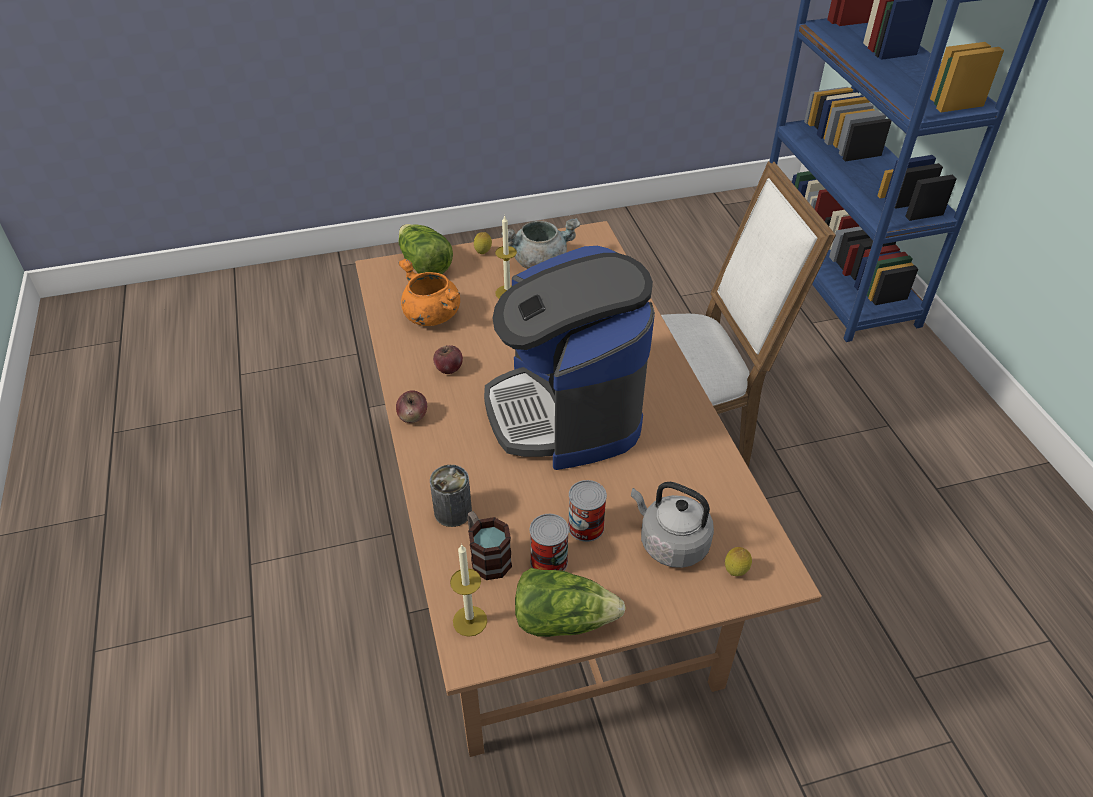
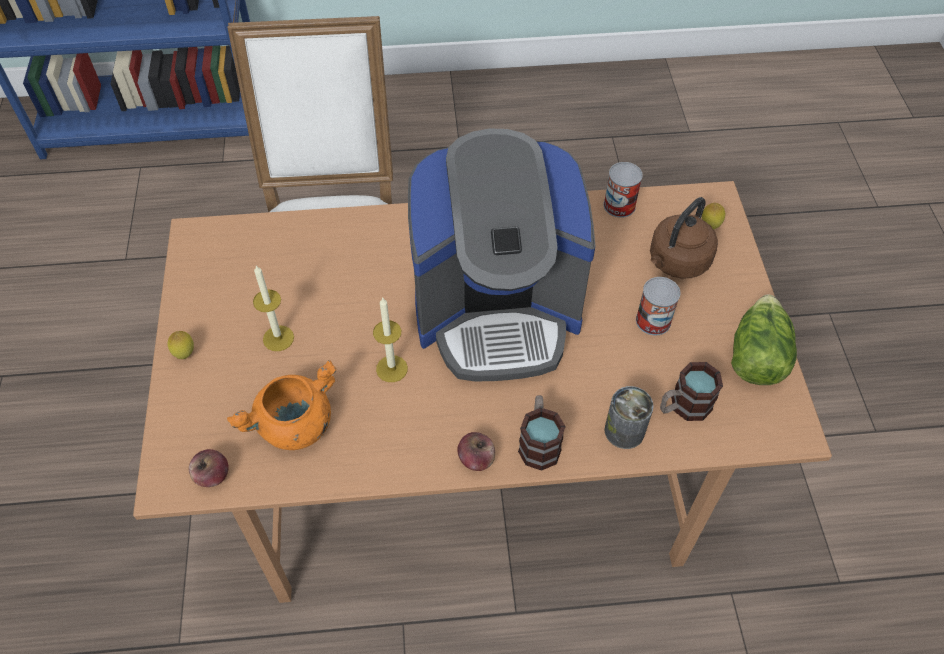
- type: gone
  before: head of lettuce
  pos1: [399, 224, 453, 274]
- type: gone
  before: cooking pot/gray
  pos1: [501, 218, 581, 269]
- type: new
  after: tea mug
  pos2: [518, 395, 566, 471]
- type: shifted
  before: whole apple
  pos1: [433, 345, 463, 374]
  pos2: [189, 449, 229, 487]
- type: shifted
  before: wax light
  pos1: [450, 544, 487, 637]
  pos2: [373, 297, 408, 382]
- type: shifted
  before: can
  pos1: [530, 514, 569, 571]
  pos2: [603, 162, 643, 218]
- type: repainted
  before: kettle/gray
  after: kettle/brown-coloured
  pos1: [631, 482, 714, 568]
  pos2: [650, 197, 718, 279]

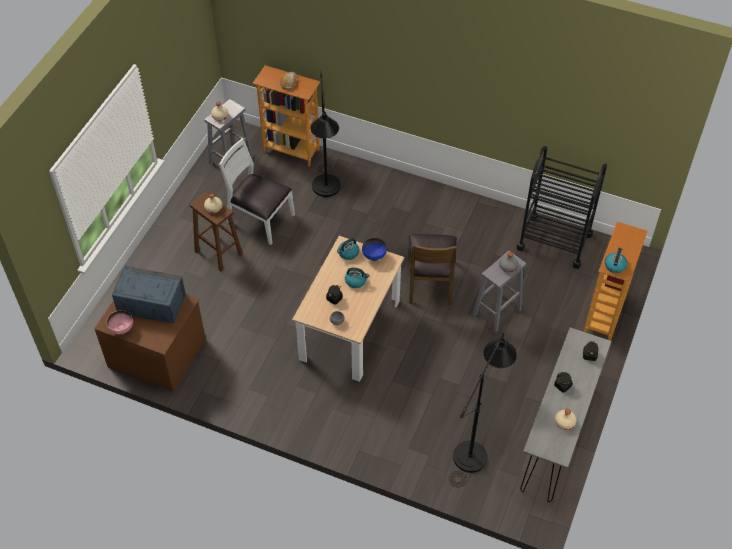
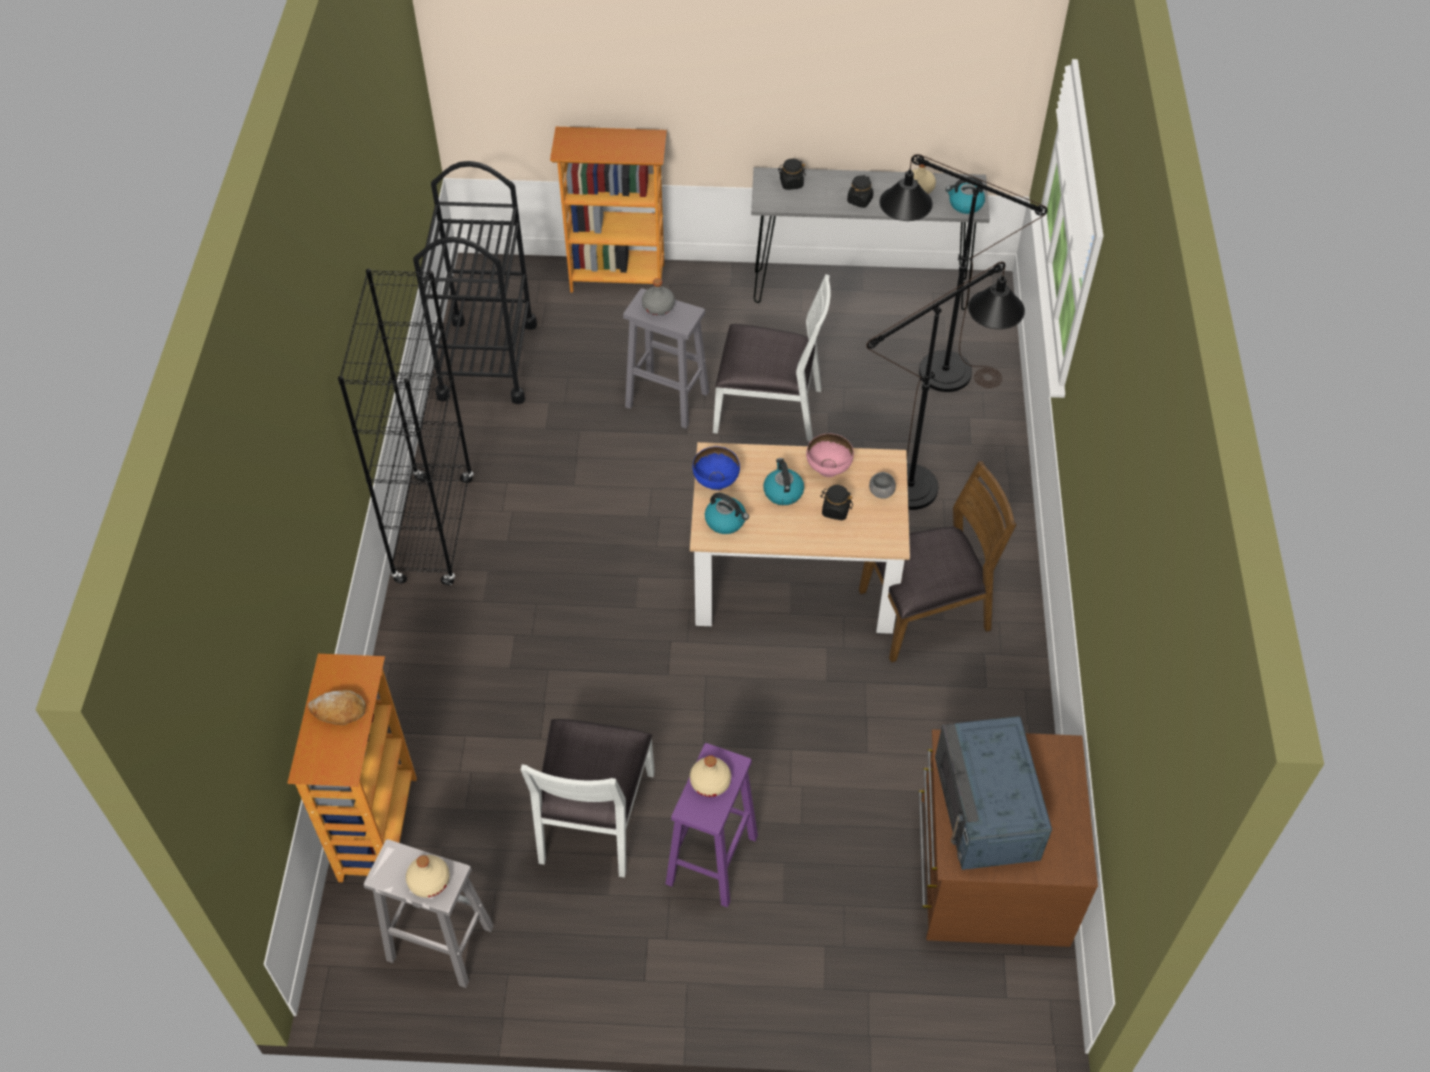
- type: new
  after: bookcase/black
  pos2: [338, 269, 474, 585]
- type: new
  after: plain chair/white-coloured
  pos2: [713, 274, 831, 442]
- type: shifted
  before: serving bowl/pinkish
  pos1: [107, 310, 133, 334]
  pos2: [806, 434, 854, 477]
- type: shifted
  before: standard lamp/black
  pos1: [310, 71, 341, 197]
  pos2: [866, 262, 1025, 510]
- type: shifted
  before: plain chair/brown-coloured
  pos1: [408, 234, 457, 305]
  pos2: [859, 461, 1017, 663]
- type: shifted
  before: kettle
  pos1: [605, 247, 627, 273]
  pos2: [945, 177, 985, 214]
- type: repainted
  before: sitting stool/brown-coloured
  after: sitting stool/purplish
  pos1: [190, 192, 243, 272]
  pos2: [666, 743, 758, 908]

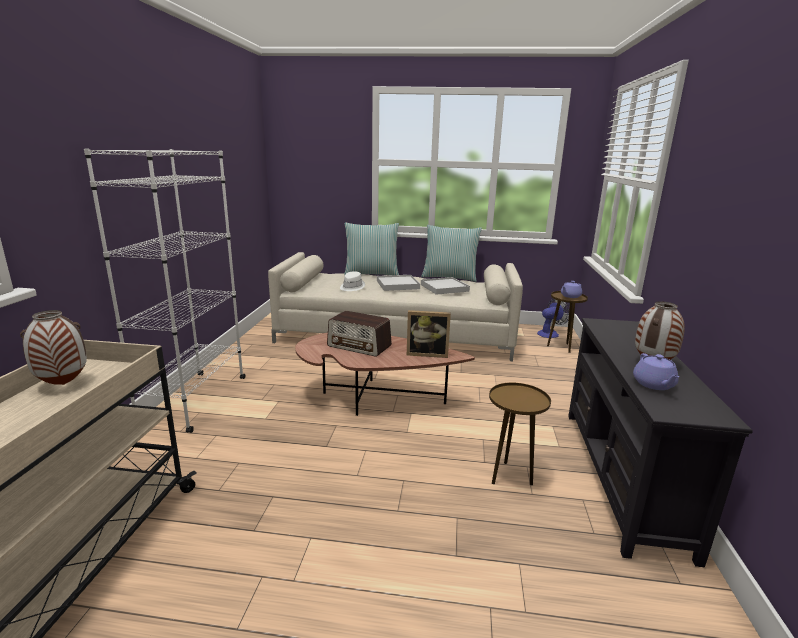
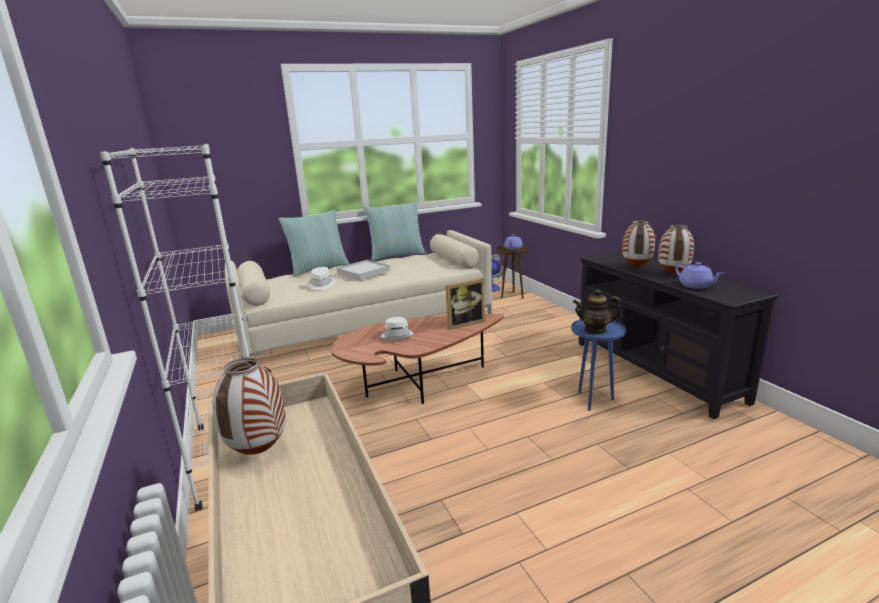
- type: gone
  before: tray/white-coloured
  pos1: [421, 277, 470, 295]
- type: new
  after: pot for tea
  pos2: [573, 289, 622, 335]
- type: new
  after: flower vase
  pos2: [622, 220, 655, 267]
- type: swapped
  before: radio
  after: hat/white-coloured
  pos1: [327, 311, 392, 357]
  pos2: [381, 317, 414, 340]
- type: repainted
  before: accent table/brown-coloured
  after: accent table/bluish
  pos1: [489, 383, 551, 485]
  pos2: [571, 319, 626, 410]

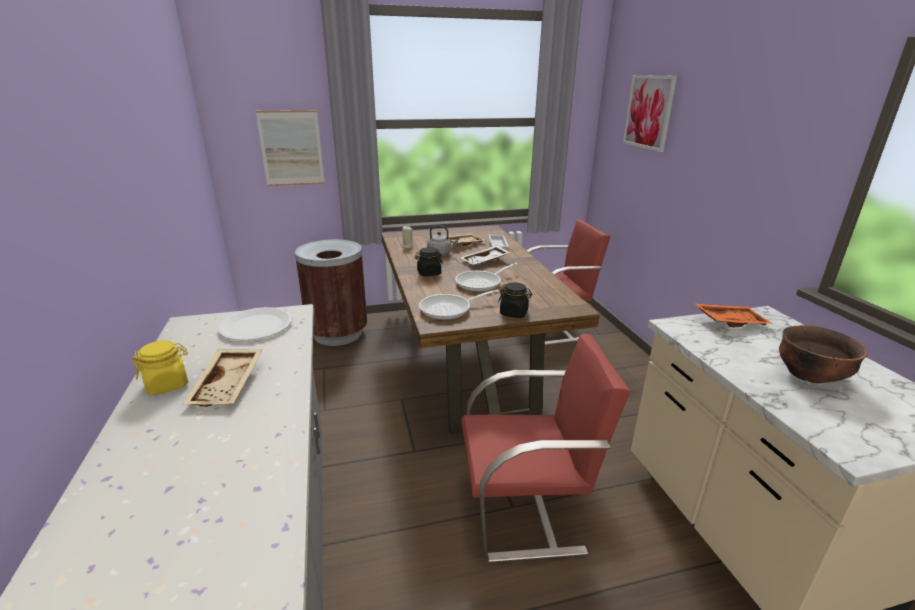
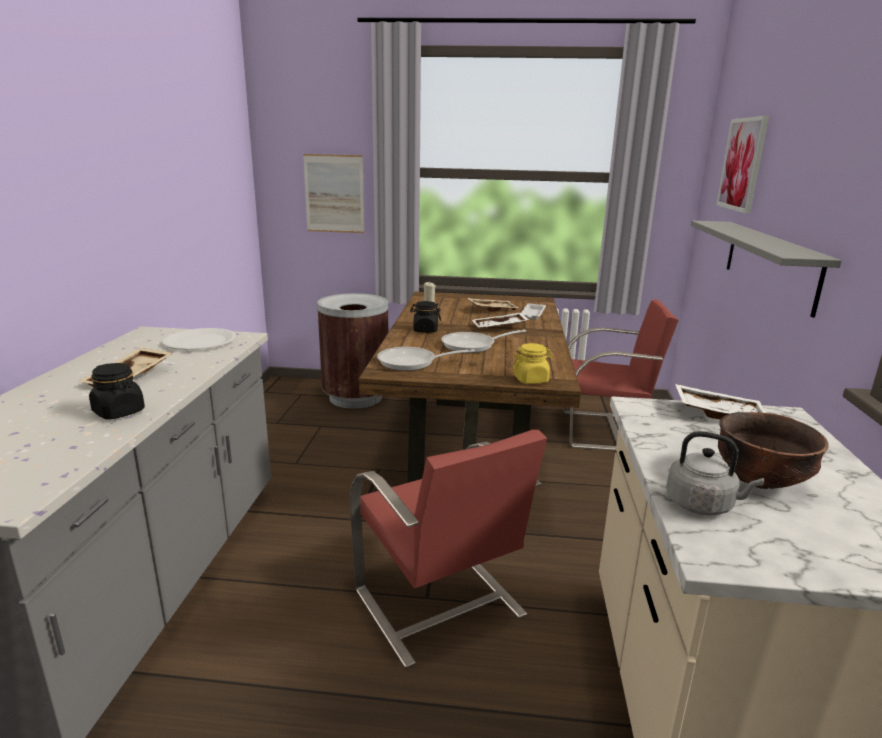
- type: new
  after: shelf/gray
  pos2: [690, 221, 842, 318]
- type: shifted
  before: preserve jar/yellow-coloured
  pos1: [132, 340, 188, 395]
  pos2: [513, 343, 553, 384]
- type: shifted
  before: kettle/gray
  pos1: [427, 225, 458, 256]
  pos2: [666, 431, 764, 515]
- type: shifted
  before: preserve jar/black
  pos1: [498, 283, 532, 318]
  pos2: [89, 363, 145, 420]
- type: repainted
  before: tray/orangey
  after: tray/white-coloured
  pos1: [694, 303, 773, 327]
  pos2: [675, 384, 766, 419]
- type: rotated
  before: plain chair/red-coloured
  pos1: [461, 334, 631, 563]
  pos2: [350, 430, 547, 668]
  turn: 45

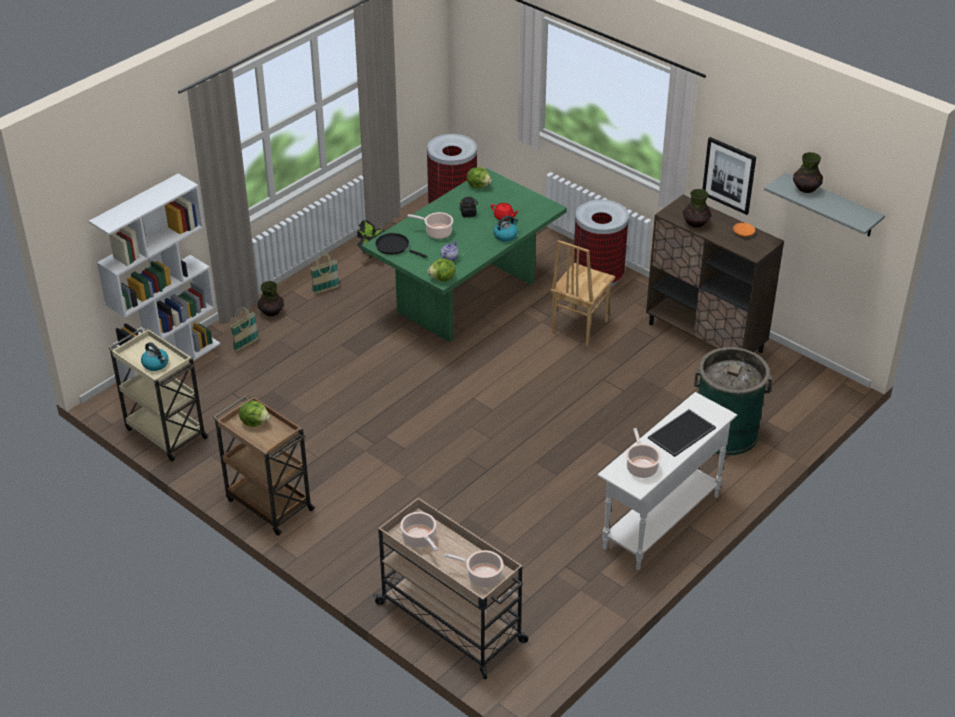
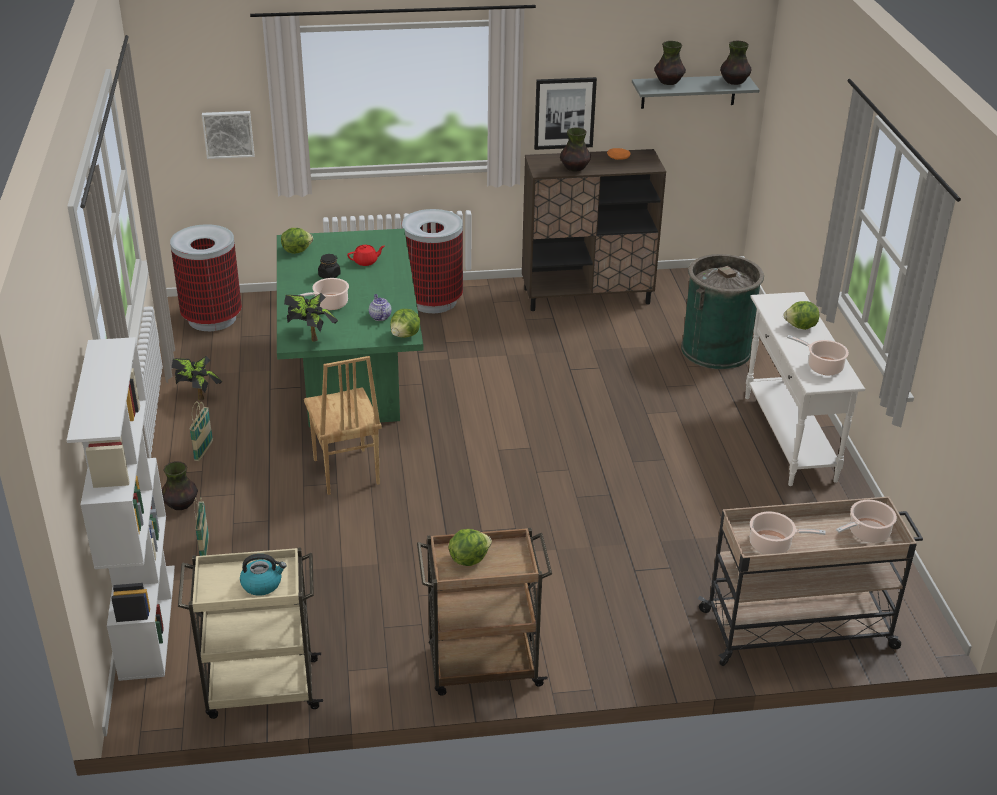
- type: gone
  before: kettle
  pos1: [493, 216, 518, 242]
- type: new
  after: picture
  pos2: [202, 111, 254, 159]
- type: new
  after: flower vase
  pos2: [720, 40, 752, 85]
- type: shifted
  before: plain chair/brown-coloured
  pos1: [550, 240, 615, 346]
  pos2: [304, 356, 382, 495]
- type: swapped
  before: pan/black
  after: potted plant
  pos1: [375, 233, 428, 258]
  pos2: [284, 293, 339, 342]
- type: swapped
  before: tray
  after: head of lettuce
  pos1: [648, 409, 716, 457]
  pos2: [784, 301, 819, 330]

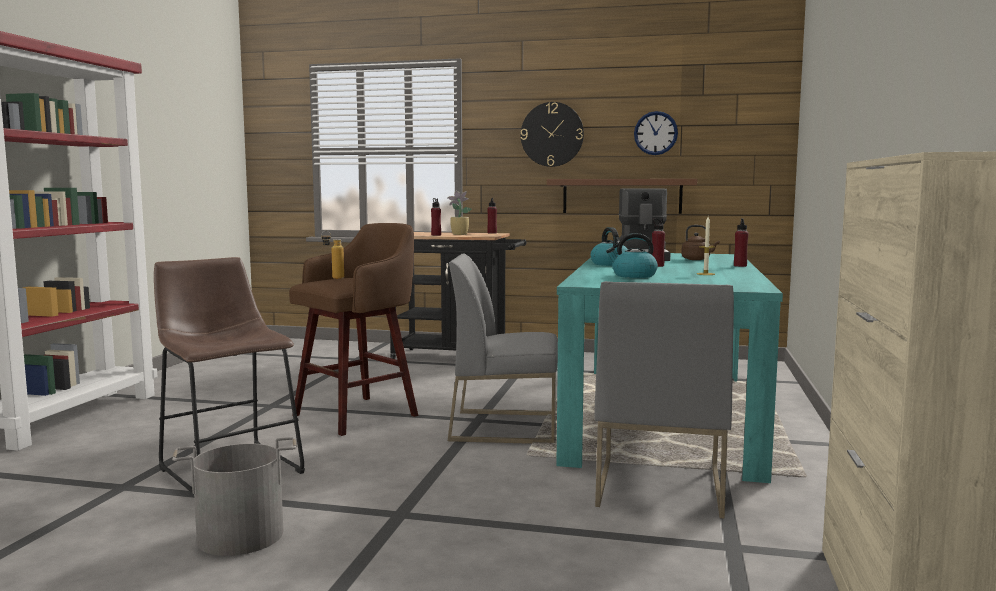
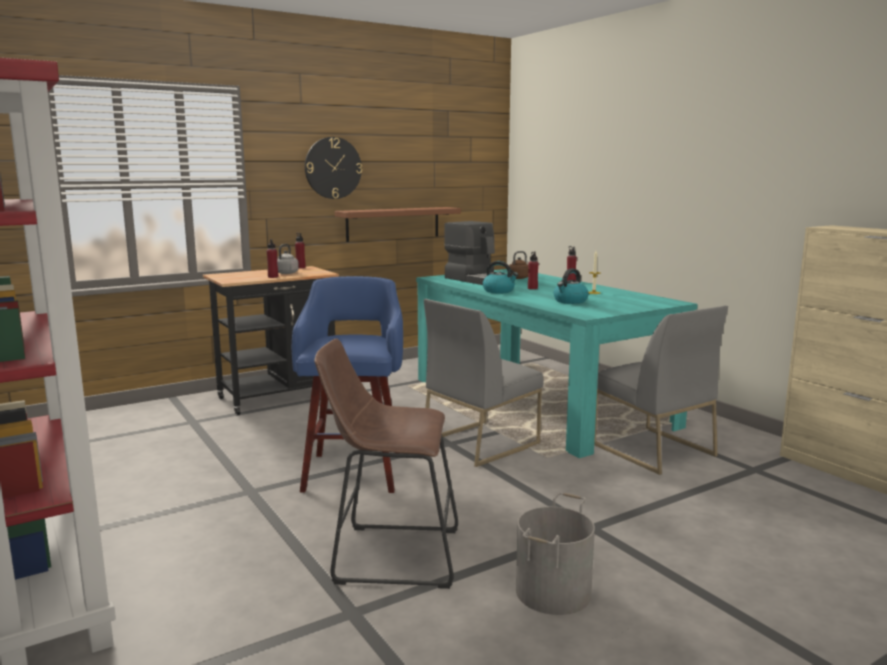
- type: gone
  before: beverage bottle
  pos1: [321, 231, 344, 279]
- type: gone
  before: clock on the wall
  pos1: [634, 111, 678, 155]
- type: swapped
  before: potted plant
  after: kettle/gray
  pos1: [448, 191, 472, 235]
  pos2: [277, 244, 299, 274]
- type: repainted
  before: sitting stool/brown-coloured
  after: sitting stool/bluish
  pos1: [289, 223, 418, 436]
  pos2: [292, 276, 403, 493]

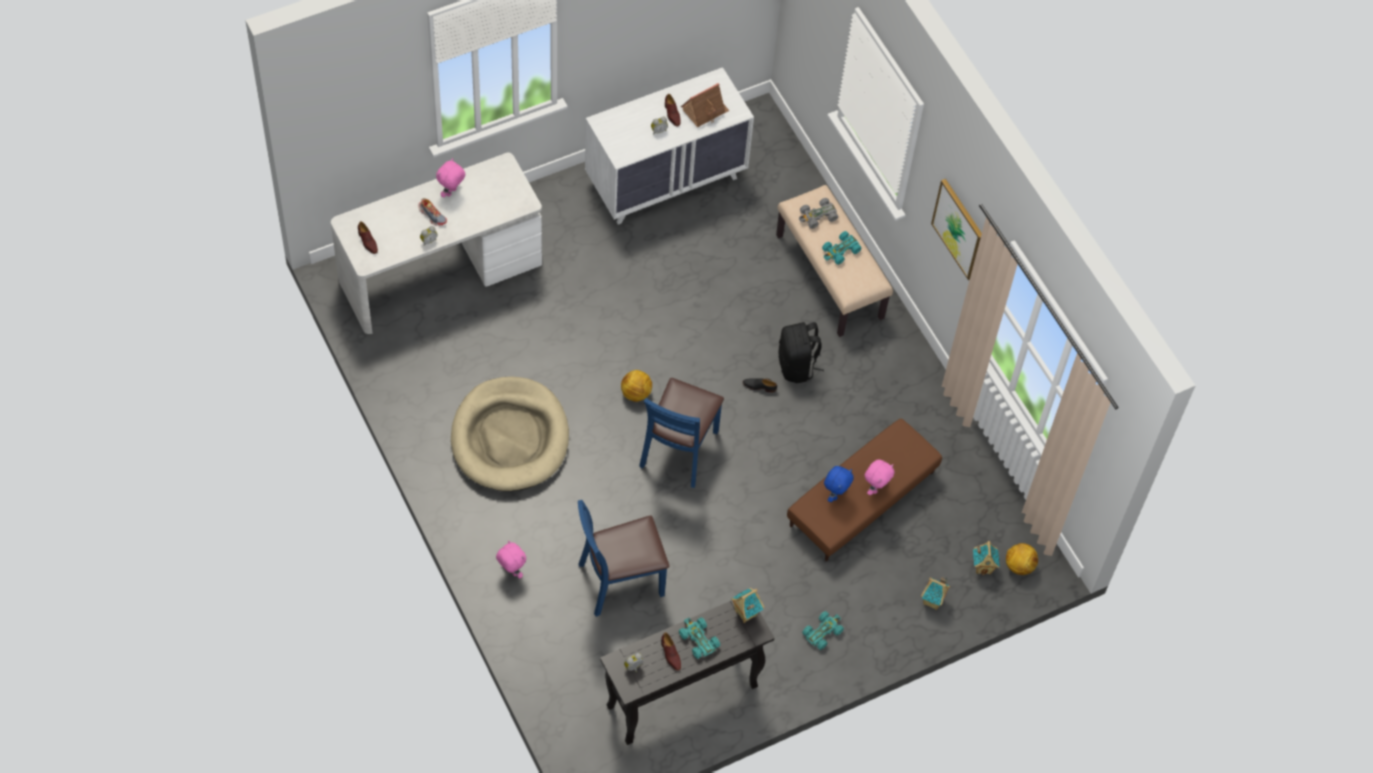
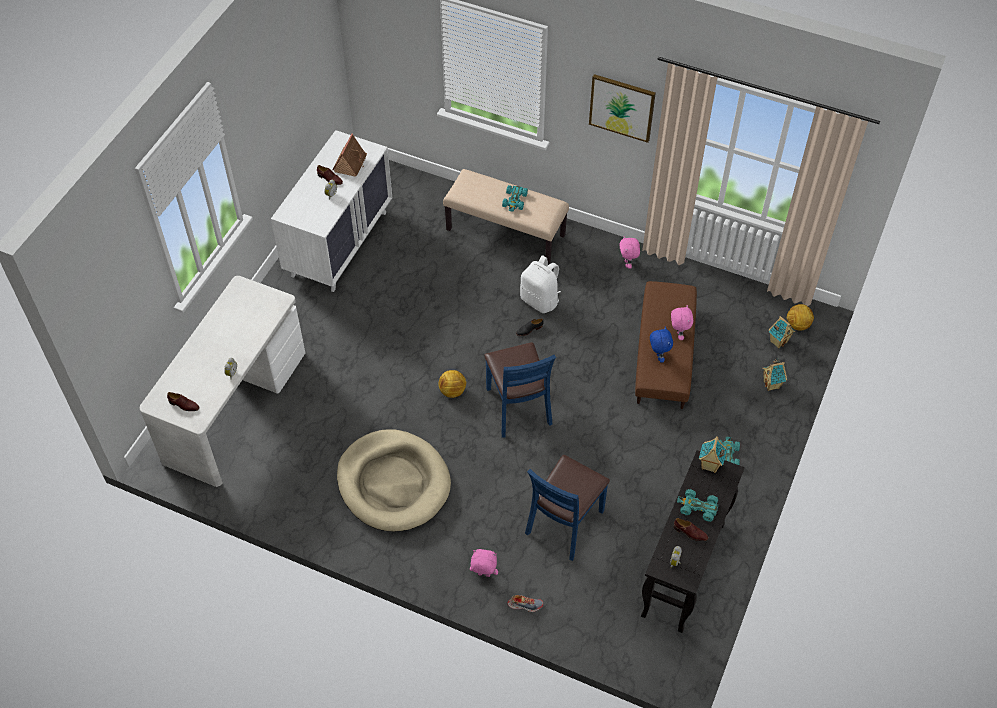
- type: gone
  before: toy car/gray
  pos1: [799, 198, 838, 229]
- type: shifted
  before: low shoe
  pos1: [418, 198, 447, 226]
  pos2: [508, 595, 543, 612]
- type: shifted
  before: plush toy/pinkish
  pos1: [436, 158, 465, 197]
  pos2: [619, 236, 640, 269]
- type: repainted
  before: rucksack/black
  after: rucksack/white-coloured
  pos1: [779, 322, 824, 383]
  pos2: [520, 255, 561, 313]

